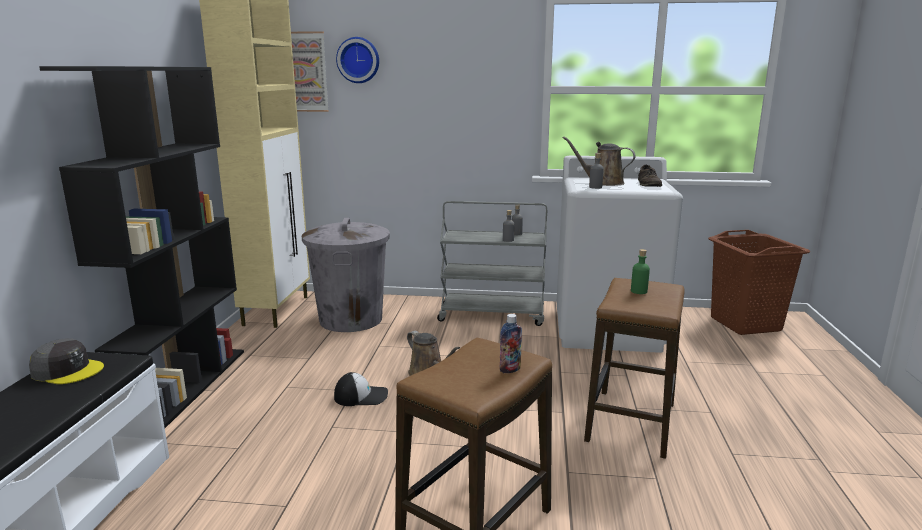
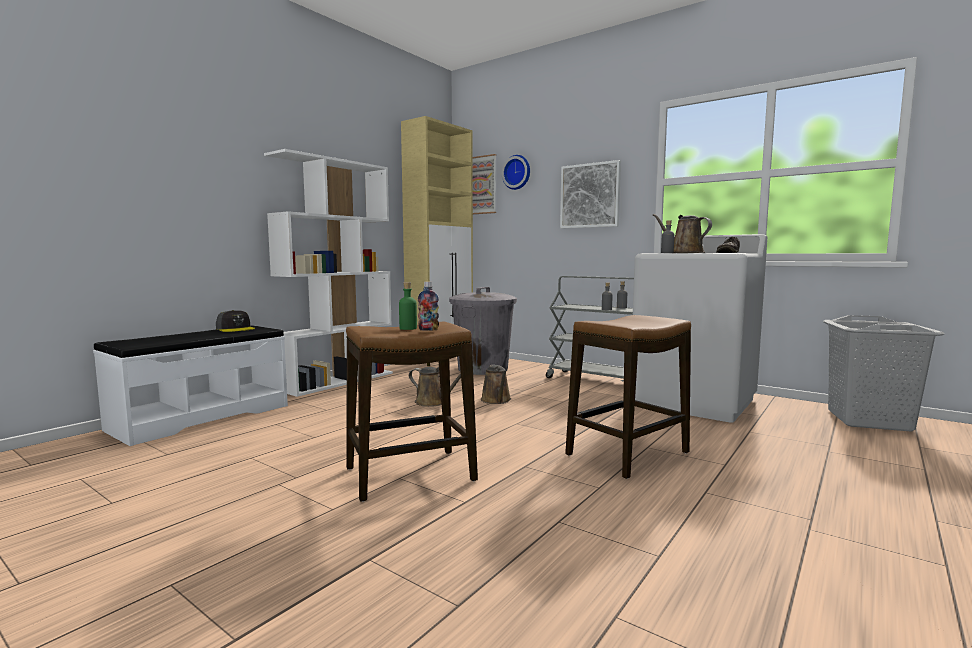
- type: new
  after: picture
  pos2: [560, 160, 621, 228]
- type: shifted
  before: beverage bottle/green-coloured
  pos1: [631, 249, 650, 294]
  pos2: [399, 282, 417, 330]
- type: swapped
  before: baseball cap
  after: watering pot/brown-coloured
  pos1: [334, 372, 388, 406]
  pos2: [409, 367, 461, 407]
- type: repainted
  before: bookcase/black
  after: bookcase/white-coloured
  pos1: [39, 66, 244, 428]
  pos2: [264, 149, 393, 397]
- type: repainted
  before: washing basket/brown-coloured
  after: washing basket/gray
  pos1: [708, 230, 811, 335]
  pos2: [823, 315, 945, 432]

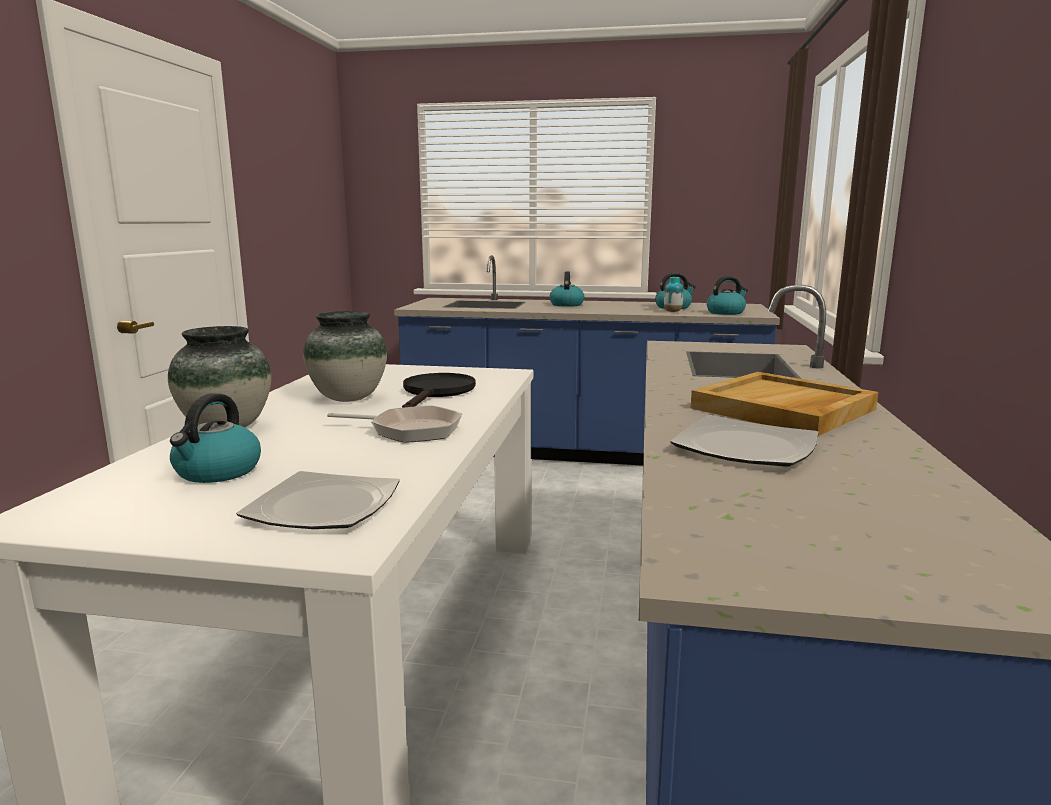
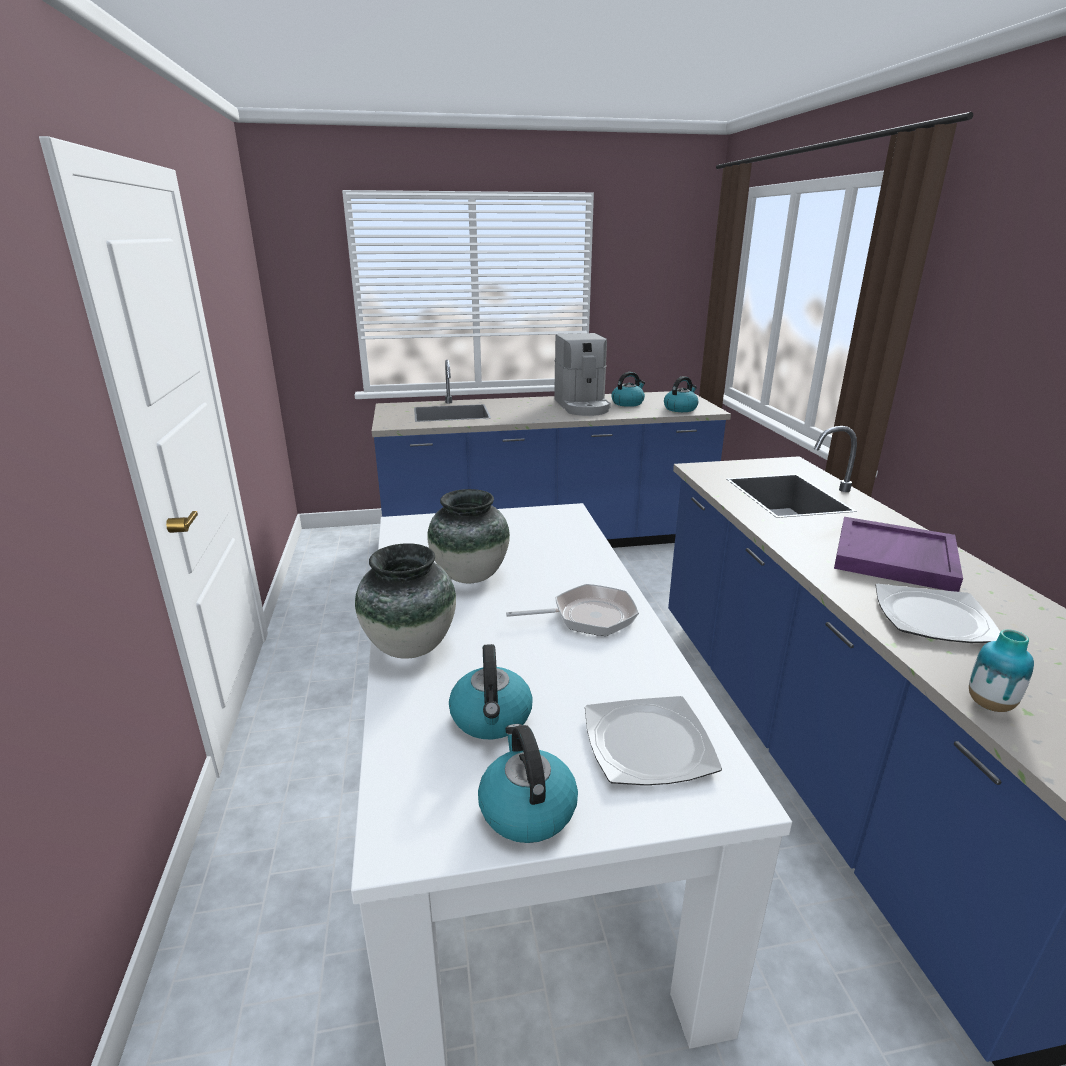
- type: gone
  before: pan/black
  pos1: [402, 373, 476, 408]
- type: new
  after: coffee brewer
  pos2: [554, 333, 611, 416]
- type: shifted
  before: kettle
  pos1: [550, 271, 584, 307]
  pos2: [478, 724, 578, 843]
- type: shifted
  before: flower vase
  pos1: [664, 277, 684, 312]
  pos2: [969, 629, 1034, 712]
- type: repainted
  before: tray/sand-coloured
  after: tray/purplish
  pos1: [691, 372, 878, 436]
  pos2: [834, 517, 963, 592]

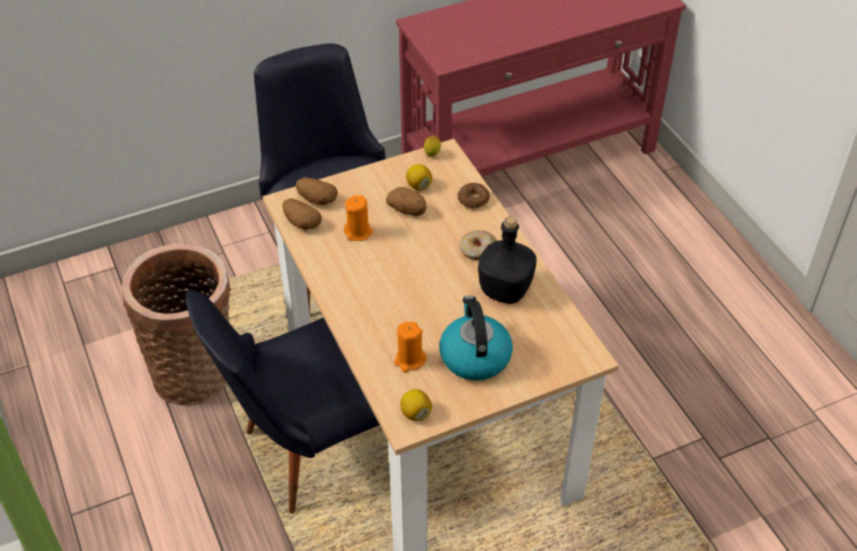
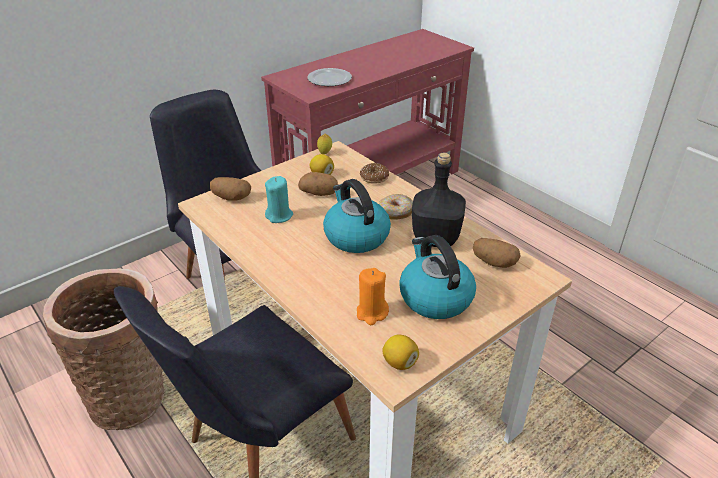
- type: new
  after: plate
  pos2: [307, 68, 352, 86]
- type: new
  after: kettle
  pos2: [323, 179, 391, 253]
- type: shifted
  before: potato
  pos1: [283, 198, 322, 230]
  pos2: [473, 238, 521, 268]
- type: repainted
  before: wax light/orangey
  after: wax light/turquoise
  pos1: [344, 195, 373, 241]
  pos2: [265, 176, 293, 223]

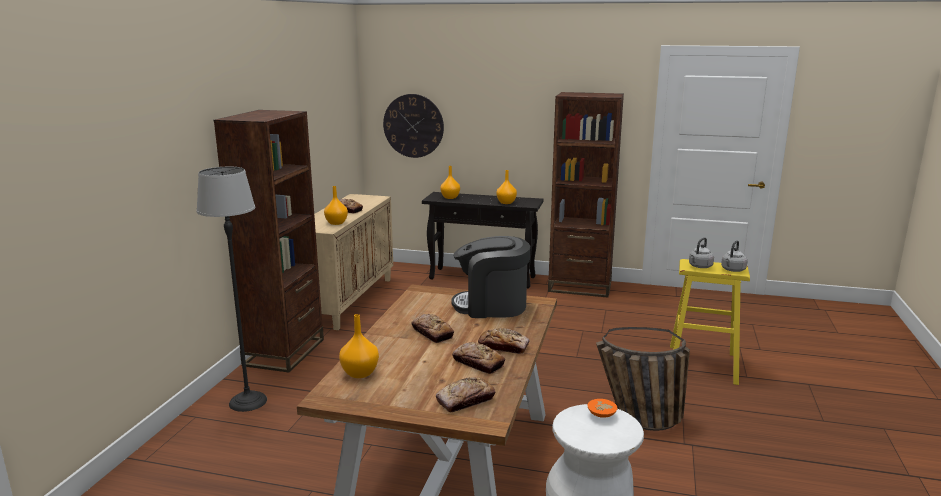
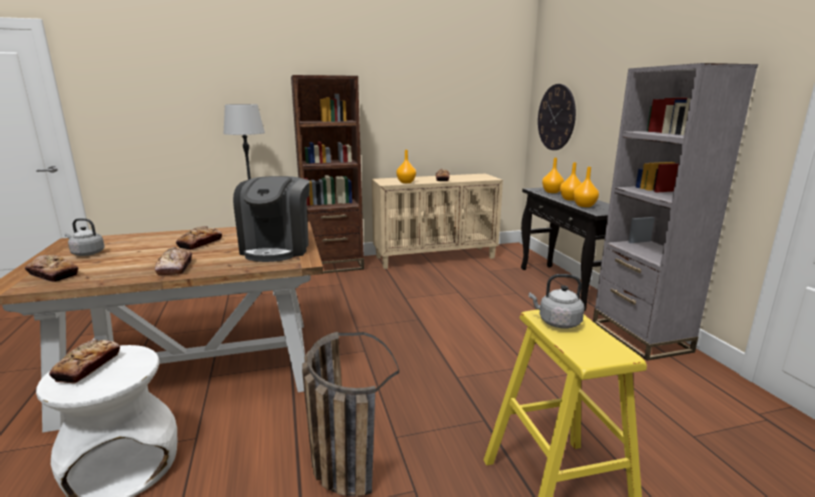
- type: gone
  before: serving bowl/orangey
  pos1: [587, 399, 617, 418]
- type: shifted
  before: flower vase/orangey
  pos1: [339, 314, 379, 378]
  pos2: [560, 162, 582, 201]
- type: shifted
  before: baked bread
  pos1: [452, 342, 505, 374]
  pos2: [49, 339, 120, 384]
- type: shifted
  before: kettle/gray
  pos1: [721, 241, 748, 272]
  pos2: [65, 218, 105, 256]
- type: repainted
  before: bookcase/brown-coloured
  after: bookcase/gray
  pos1: [548, 92, 624, 298]
  pos2: [593, 63, 758, 361]
- type: rotated
  before: coffee brewer
  pos1: [451, 236, 530, 318]
  pos2: [233, 176, 310, 262]
  turn: -150

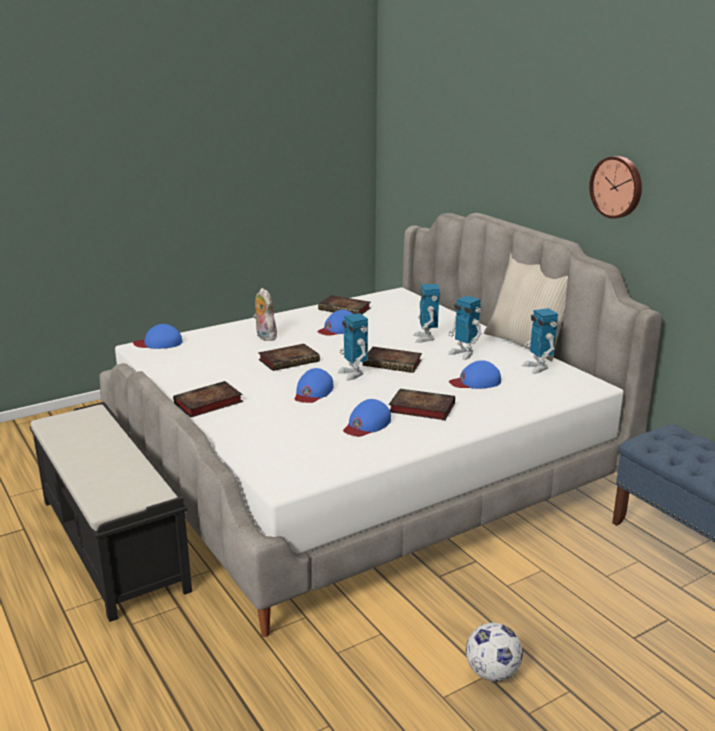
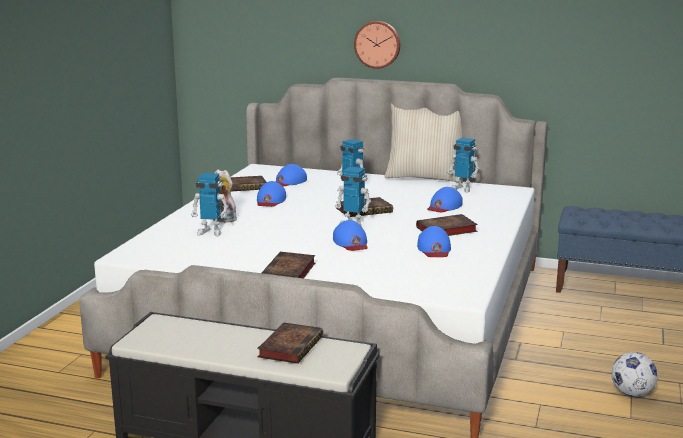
- type: shifted
  before: baseball cap/bluish
  pos1: [133, 324, 183, 349]
  pos2: [275, 164, 307, 186]
- type: shifted
  before: bound book
  pos1: [258, 344, 320, 371]
  pos2: [257, 323, 323, 364]
- type: shifted
  before: toy robot
  pos1: [448, 296, 482, 360]
  pos2: [191, 173, 228, 236]
- type: shifted
  before: clock on the wall
  pos1: [589, 156, 642, 219]
  pos2: [354, 21, 400, 69]

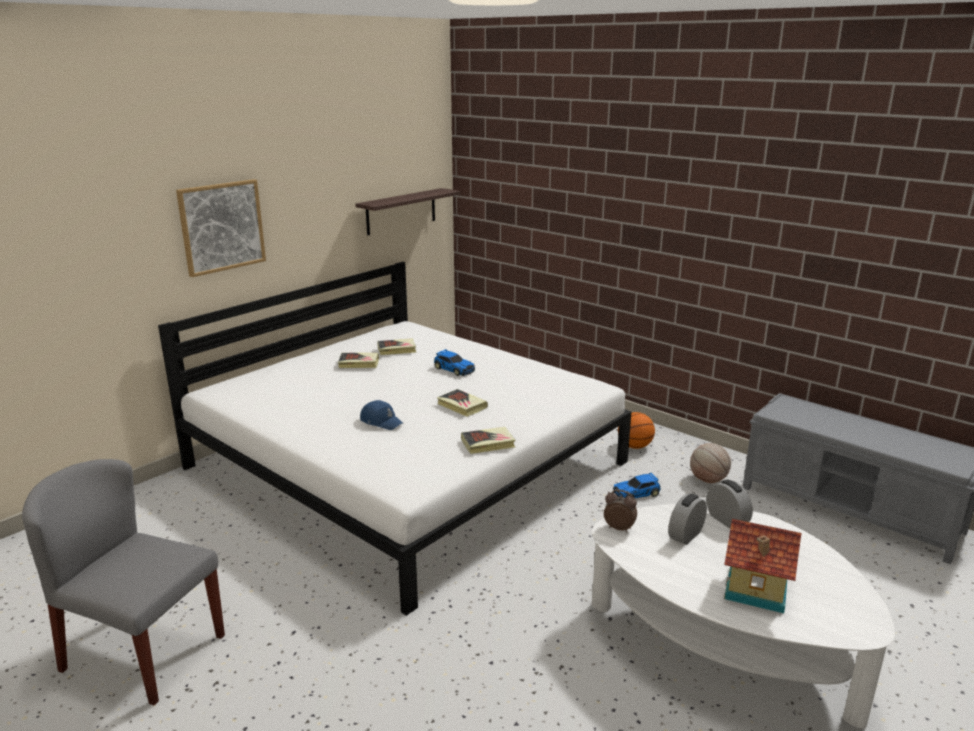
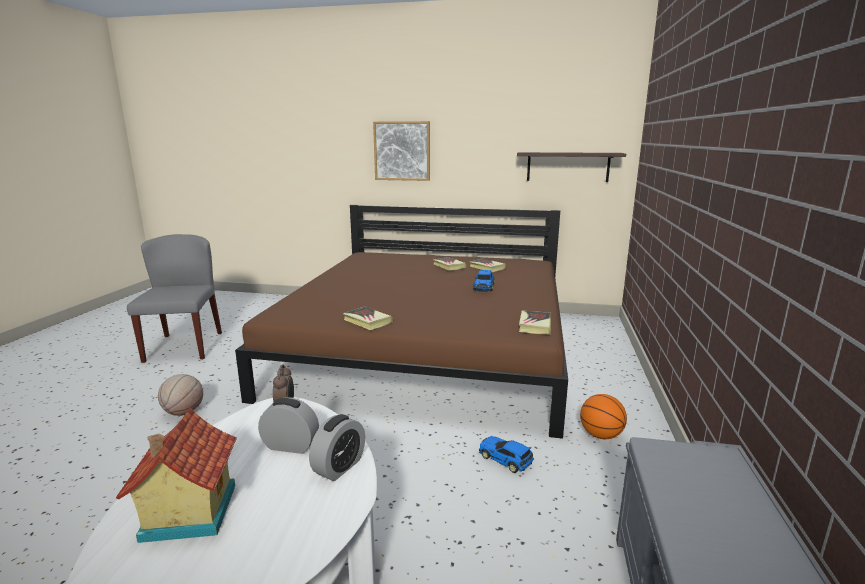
- type: gone
  before: baseball cap/bluish
  pos1: [360, 400, 403, 430]
- type: shifted
  before: bound book
  pos1: [437, 389, 488, 417]
  pos2: [519, 310, 551, 334]
- type: shifted
  before: basketball
  pos1: [690, 443, 731, 483]
  pos2: [158, 374, 203, 416]
- type: repainted
  before: sleeping bed/white-coloured
  after: sleeping bed/brown-coloured
  pos1: [158, 262, 632, 616]
  pos2: [235, 205, 568, 439]

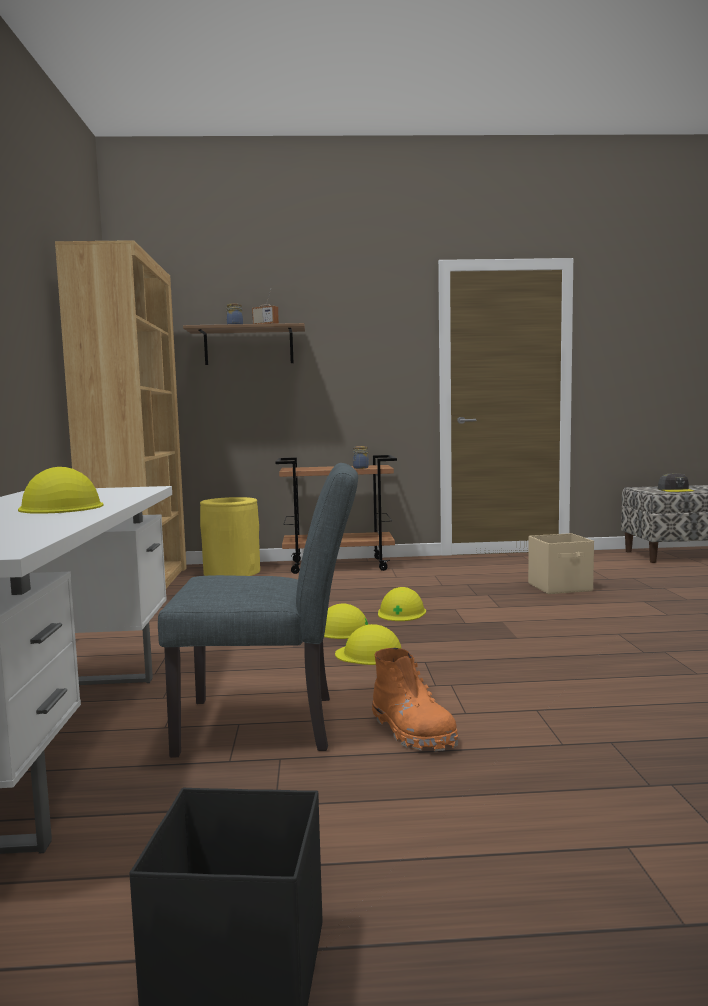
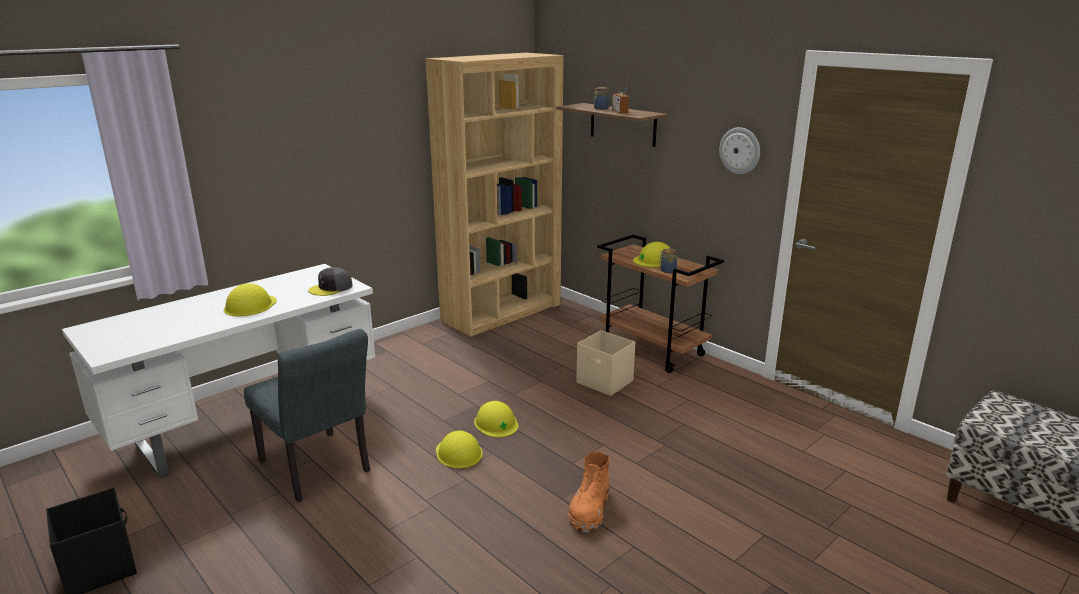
- type: gone
  before: rubbish bin/yellow-coloured
  pos1: [200, 497, 260, 576]
- type: new
  after: clock on the wall
  pos2: [719, 127, 760, 174]
- type: shifted
  before: tall boot/orangey
  pos1: [372, 648, 458, 751]
  pos2: [568, 452, 610, 532]
- type: shifted
  before: hard hat/yellow-coloured
  pos1: [378, 587, 426, 621]
  pos2: [633, 242, 671, 267]
- type: shifted
  before: storage bin/sand-coloured
  pos1: [528, 533, 594, 594]
  pos2: [576, 330, 635, 396]
- type: shifted
  before: baseball cap/gray
  pos1: [658, 473, 694, 492]
  pos2: [308, 267, 353, 296]

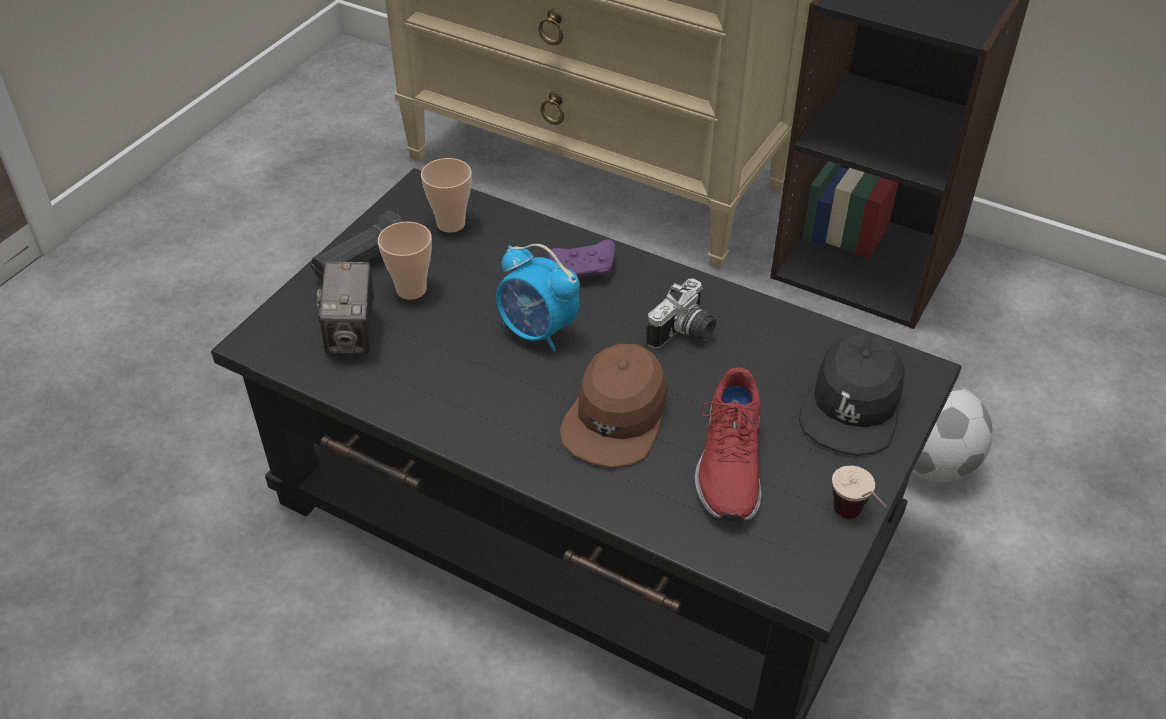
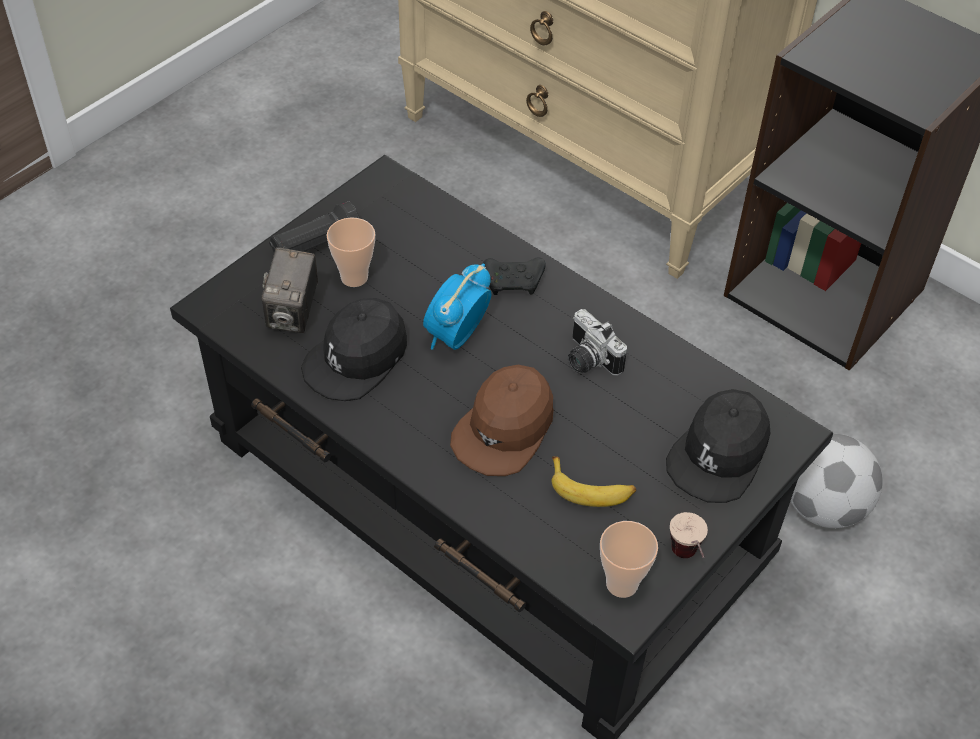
- type: new
  after: baseball cap/black
  pos2: [301, 298, 407, 401]
- type: shifted
  before: small cup
  pos1: [421, 158, 472, 233]
  pos2: [600, 521, 658, 598]
- type: swapped
  before: low shoe/red-coloured
  after: whole banana
  pos1: [695, 368, 761, 523]
  pos2: [552, 457, 636, 507]
- type: repainted
  before: gamepad/purplish
  after: gamepad/black
  pos1: [548, 240, 616, 278]
  pos2: [483, 257, 546, 295]
- type: rotated
  before: bedside clock
  pos1: [496, 244, 580, 352]
  pos2: [423, 263, 492, 350]
  turn: 75
- type: rotated
  before: photo camera
  pos1: [646, 278, 716, 349]
  pos2: [568, 309, 627, 376]
  turn: 90

